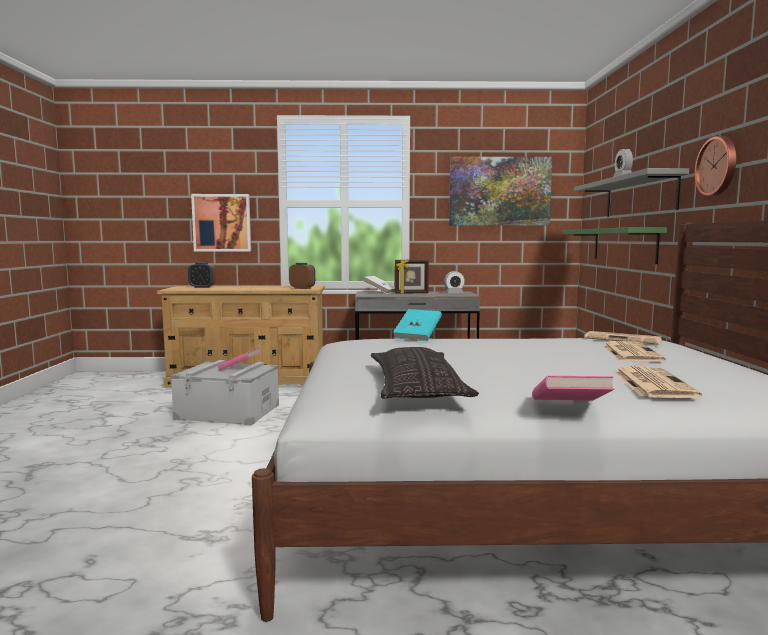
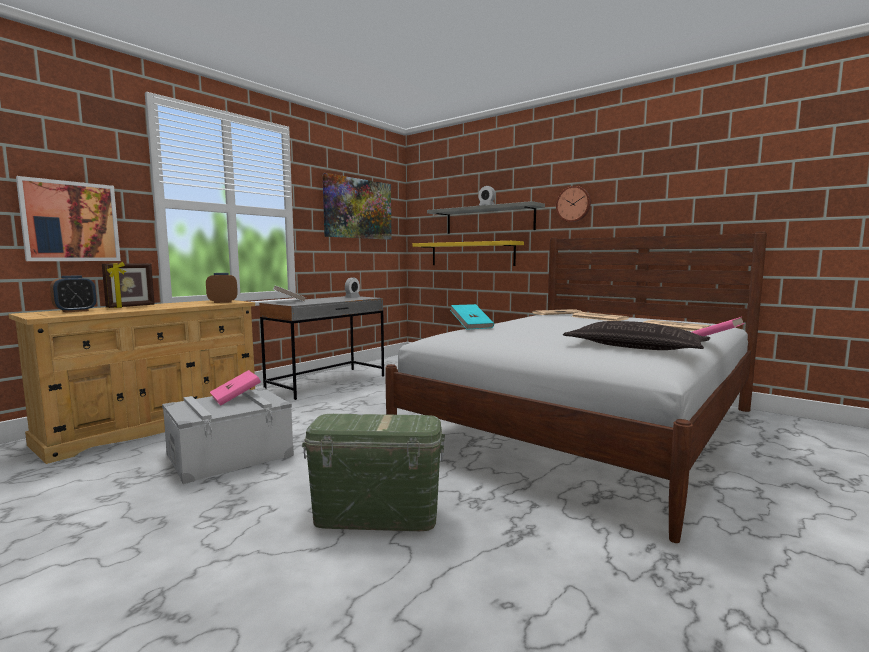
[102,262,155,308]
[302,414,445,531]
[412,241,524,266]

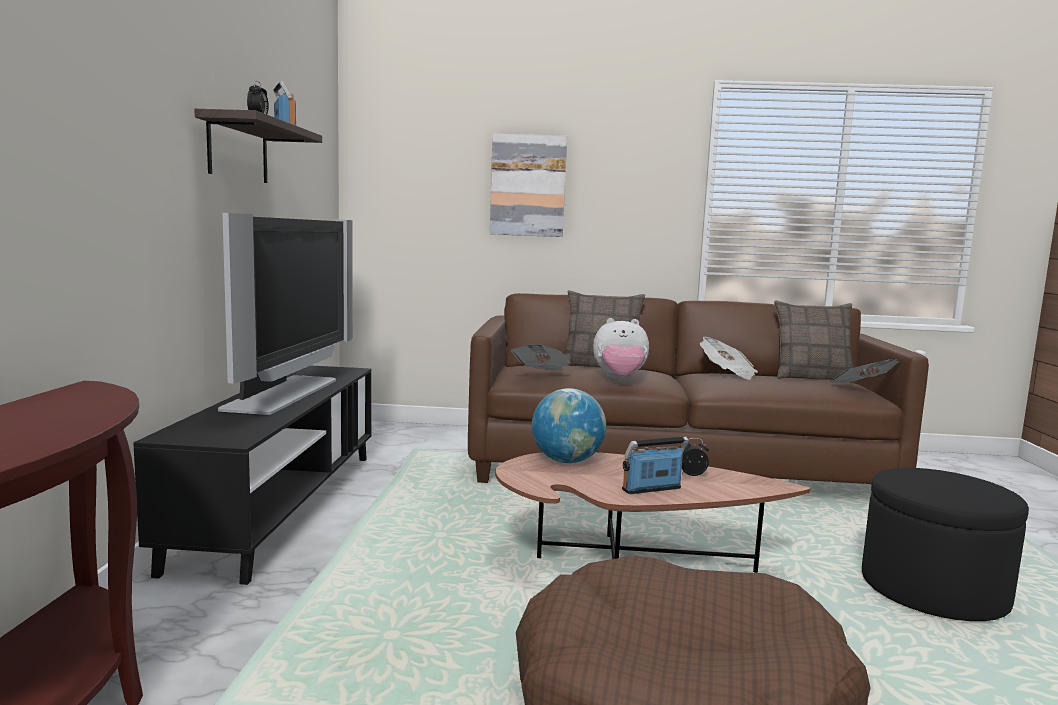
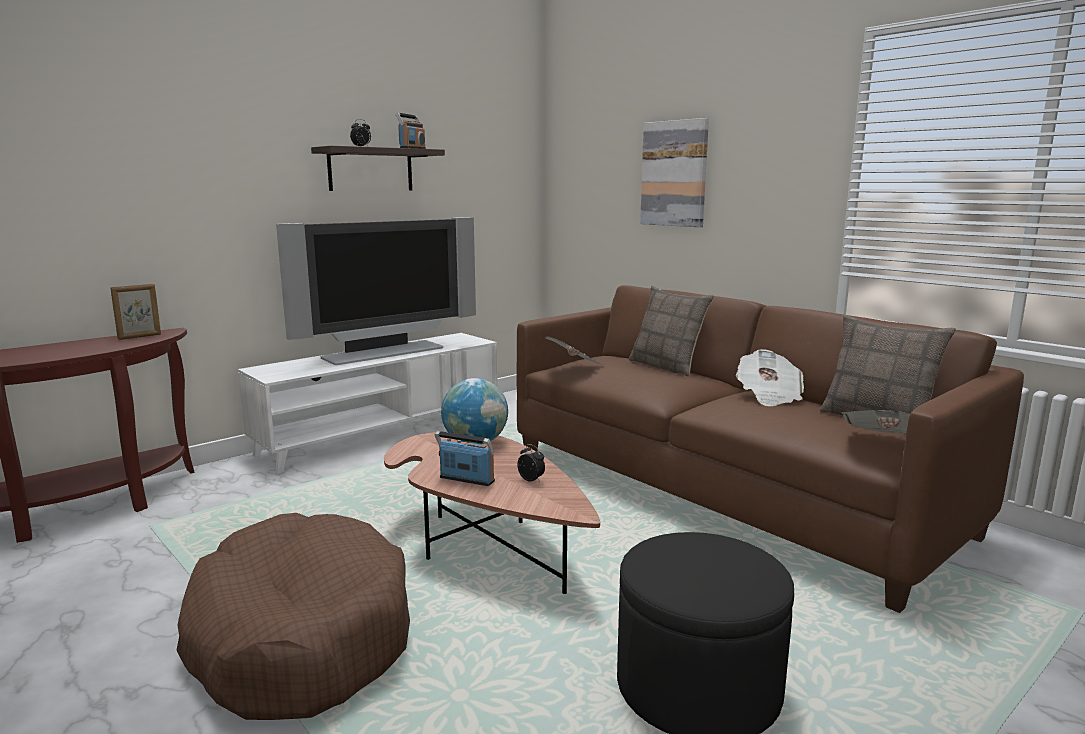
[110,284,161,340]
[238,333,498,474]
[593,318,649,378] (first image)

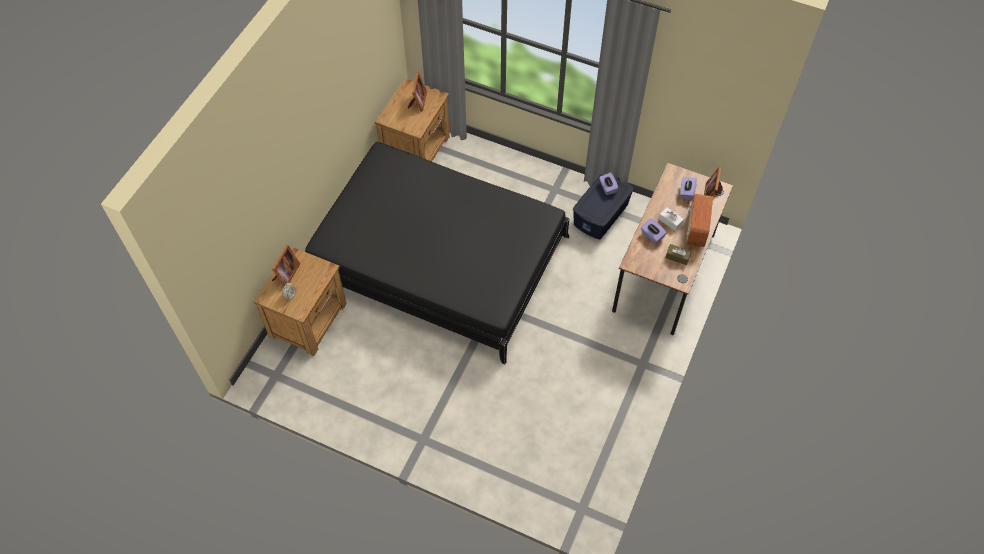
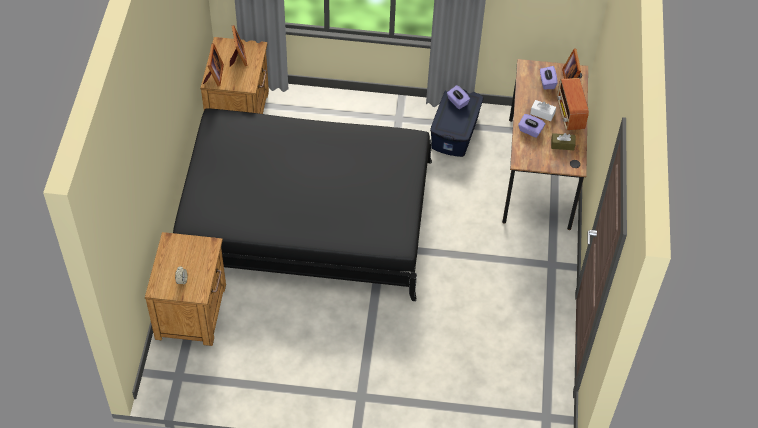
[203,44,224,86]

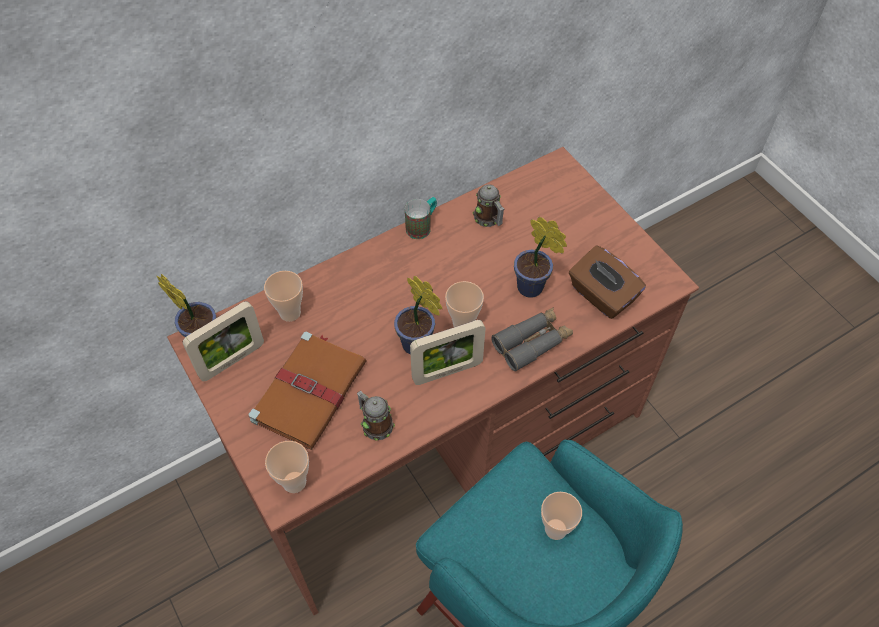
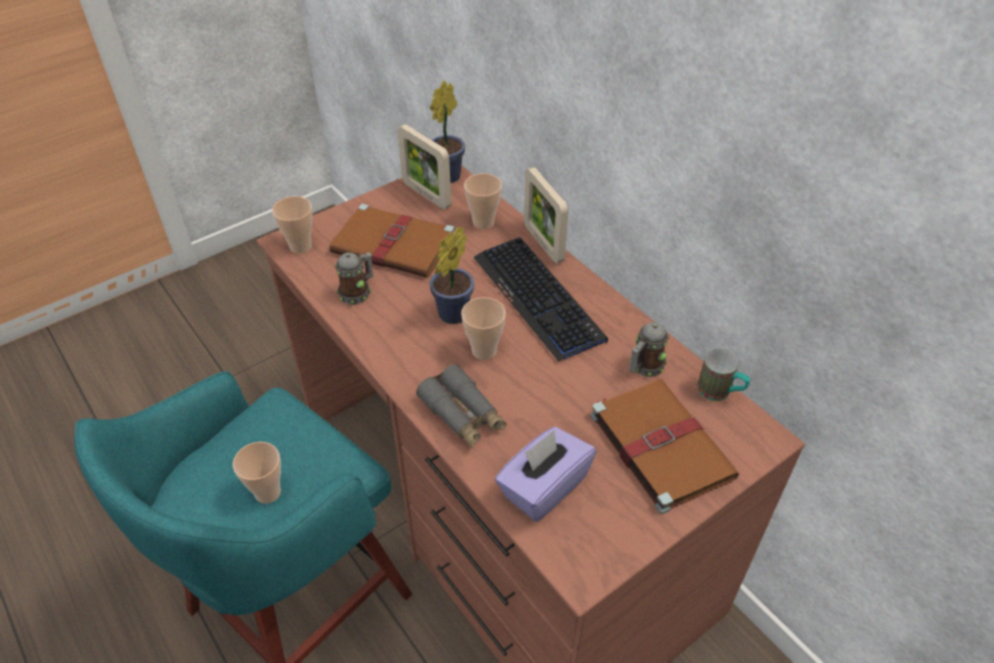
[473,237,608,362]
[495,427,596,522]
[524,167,568,263]
[590,379,739,514]
[697,349,750,401]
[514,216,567,298] (first image)

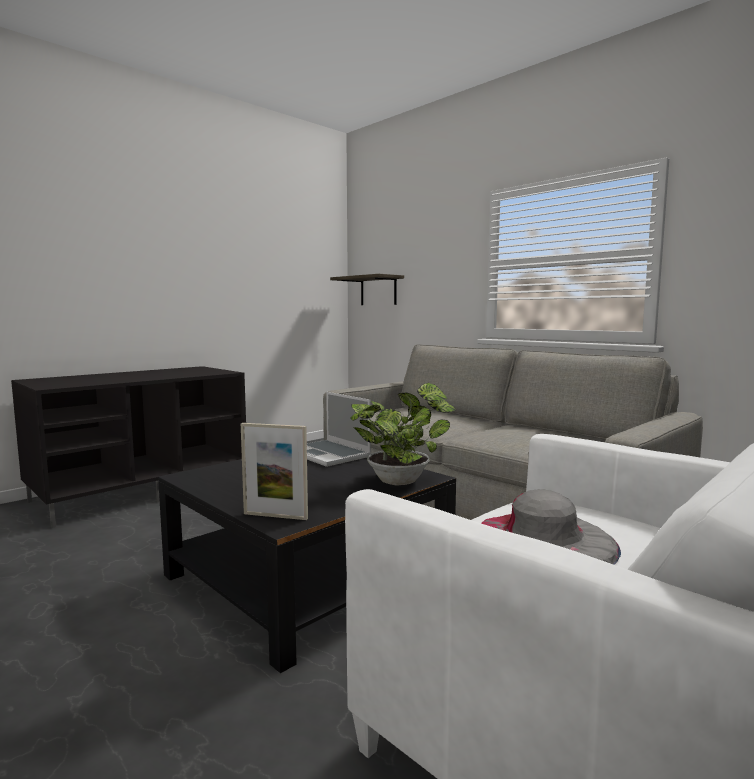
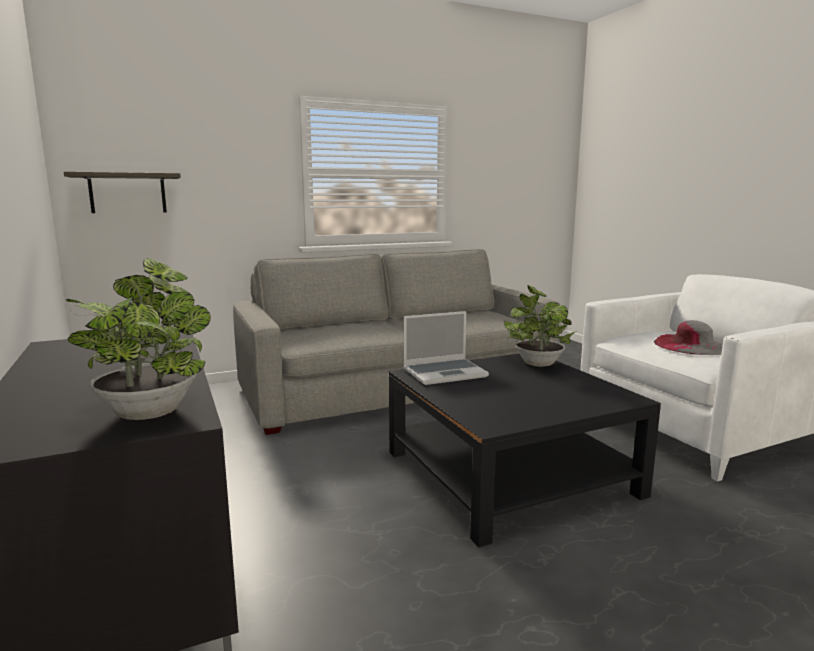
[66,258,211,420]
[241,423,308,520] (first image)

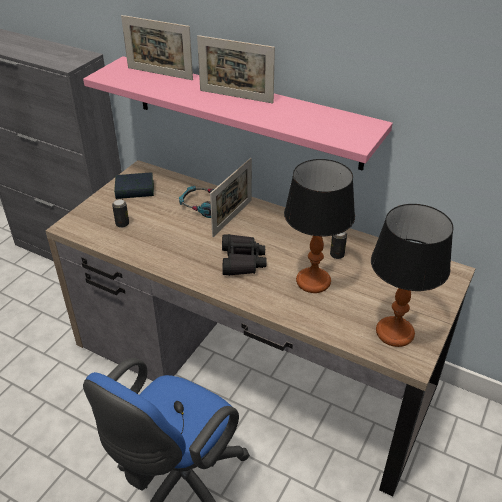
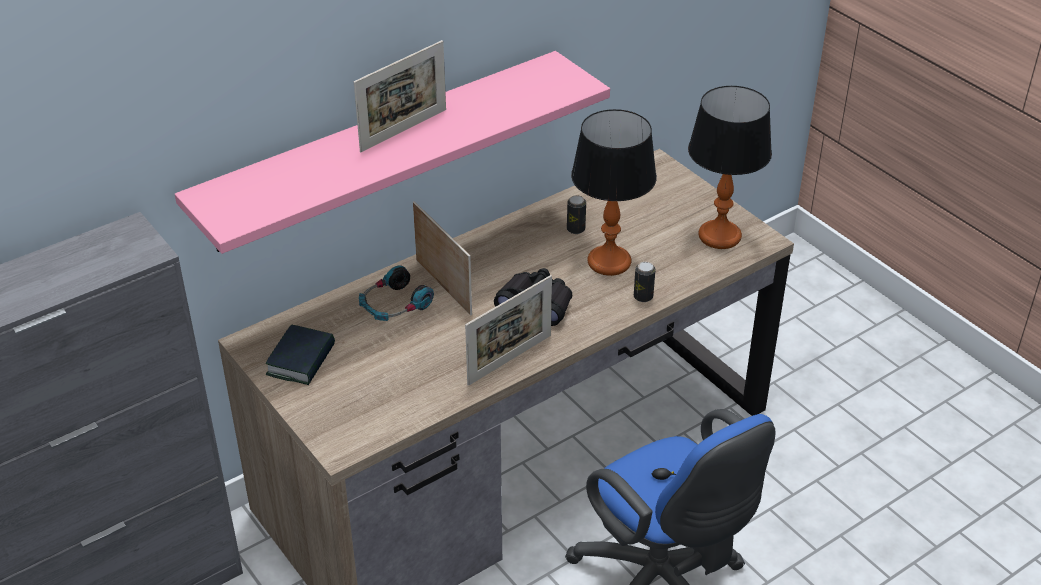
[465,275,552,386]
[634,262,655,302]

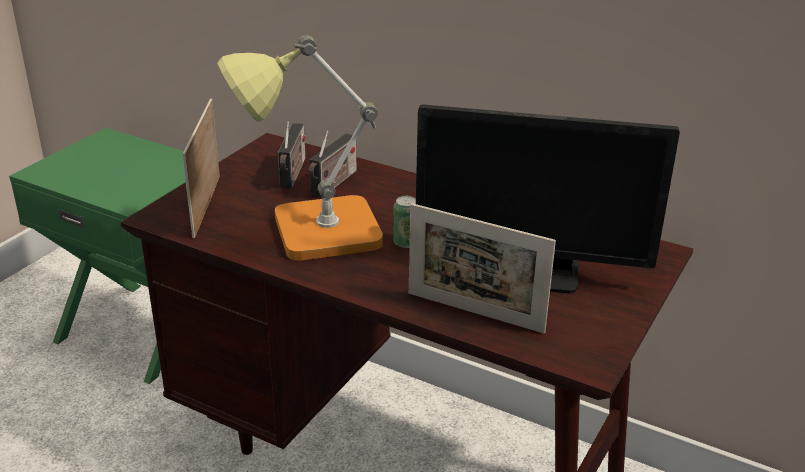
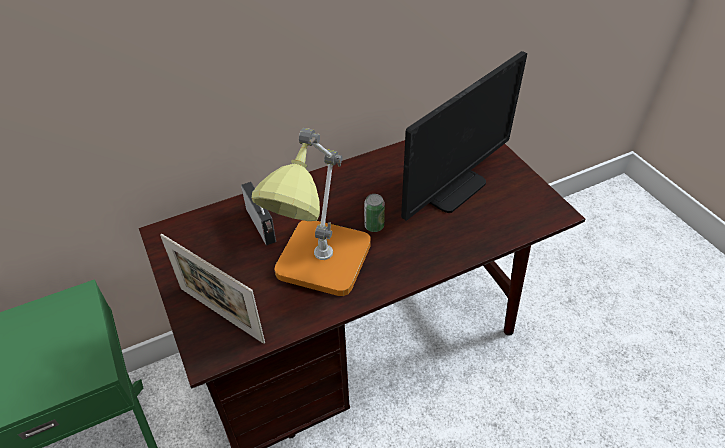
[278,121,305,189] (first image)
[409,203,556,333] (first image)

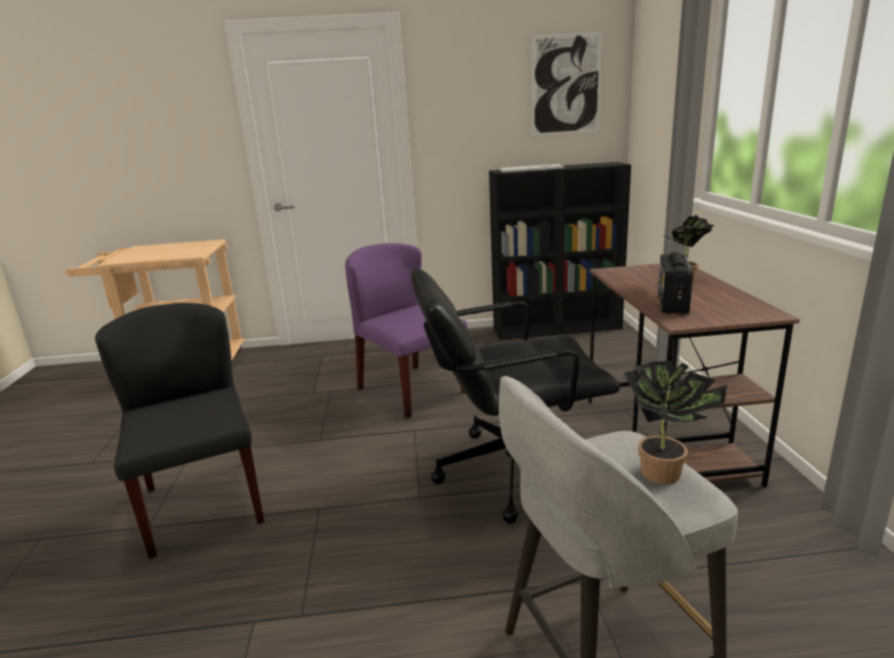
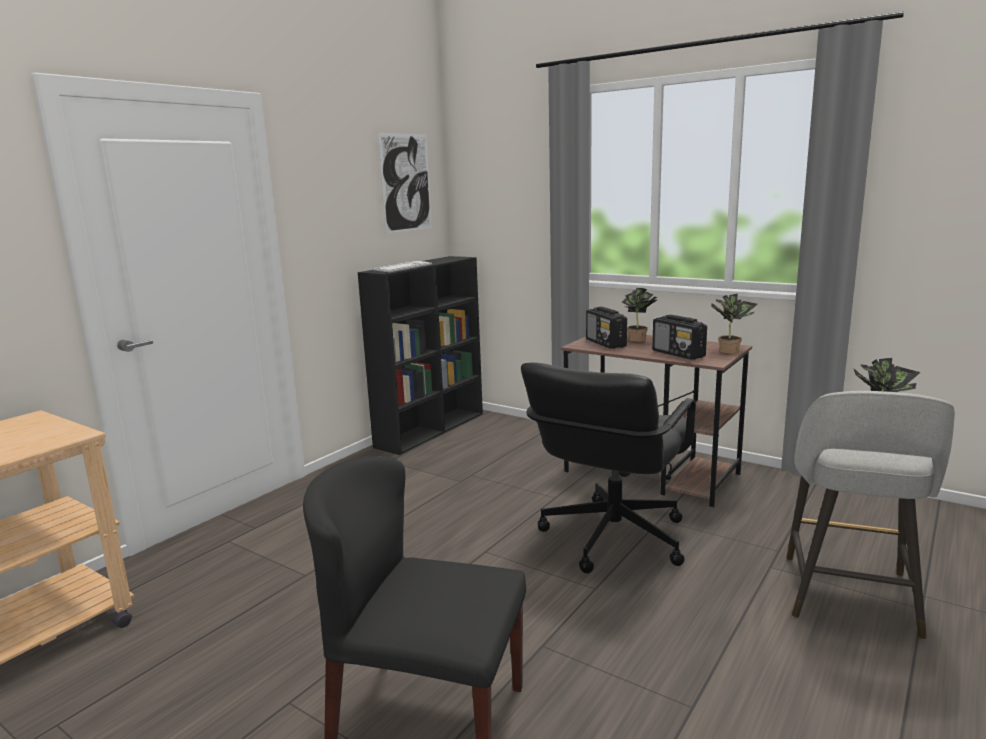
[586,307,627,349]
[711,294,758,354]
[345,243,468,418] (first image)

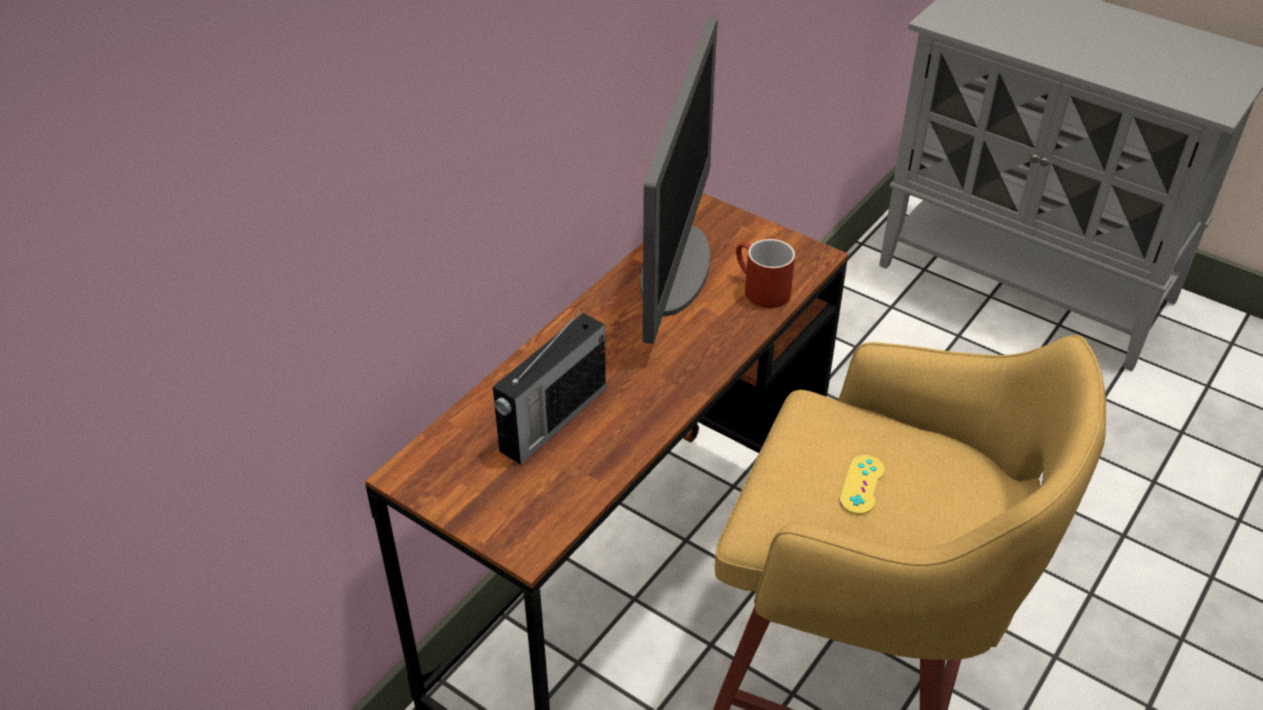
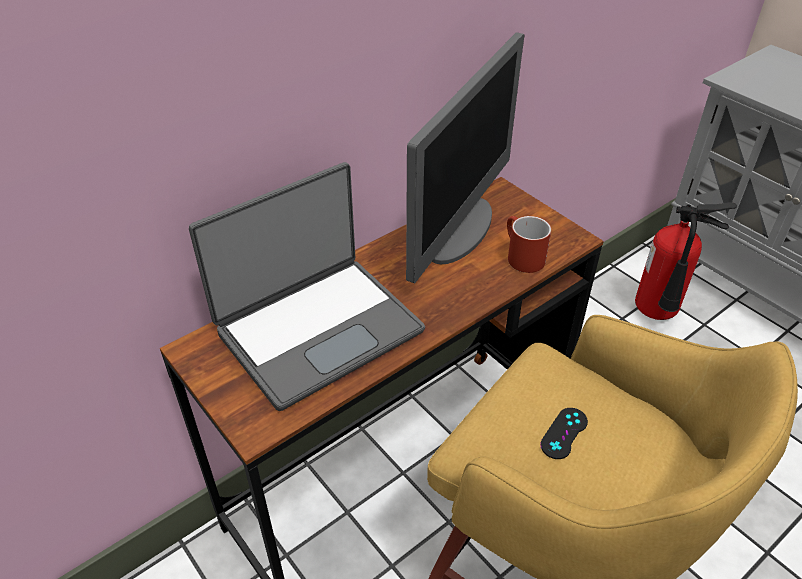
[189,162,425,411]
[540,408,588,459]
[635,202,737,320]

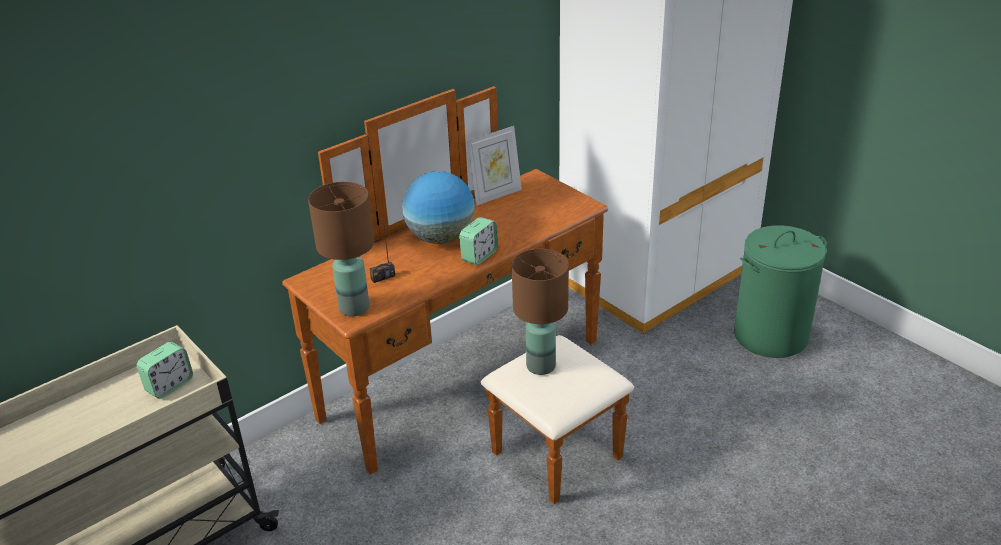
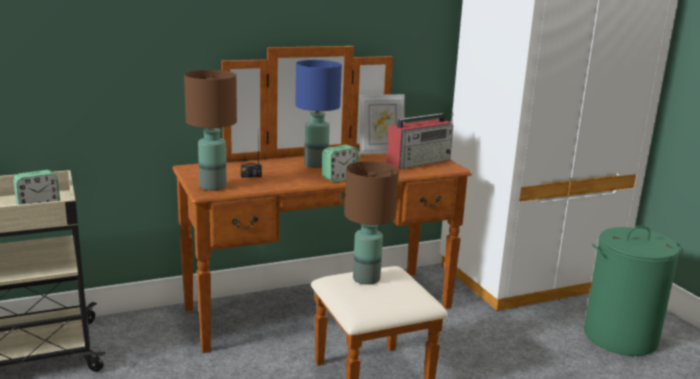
[295,60,342,168]
[386,113,453,169]

